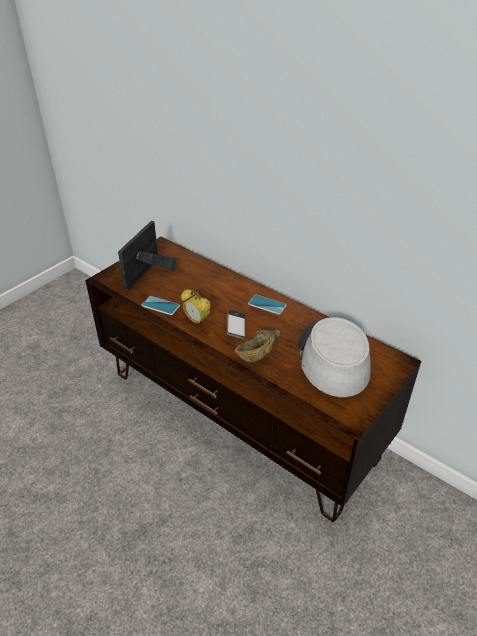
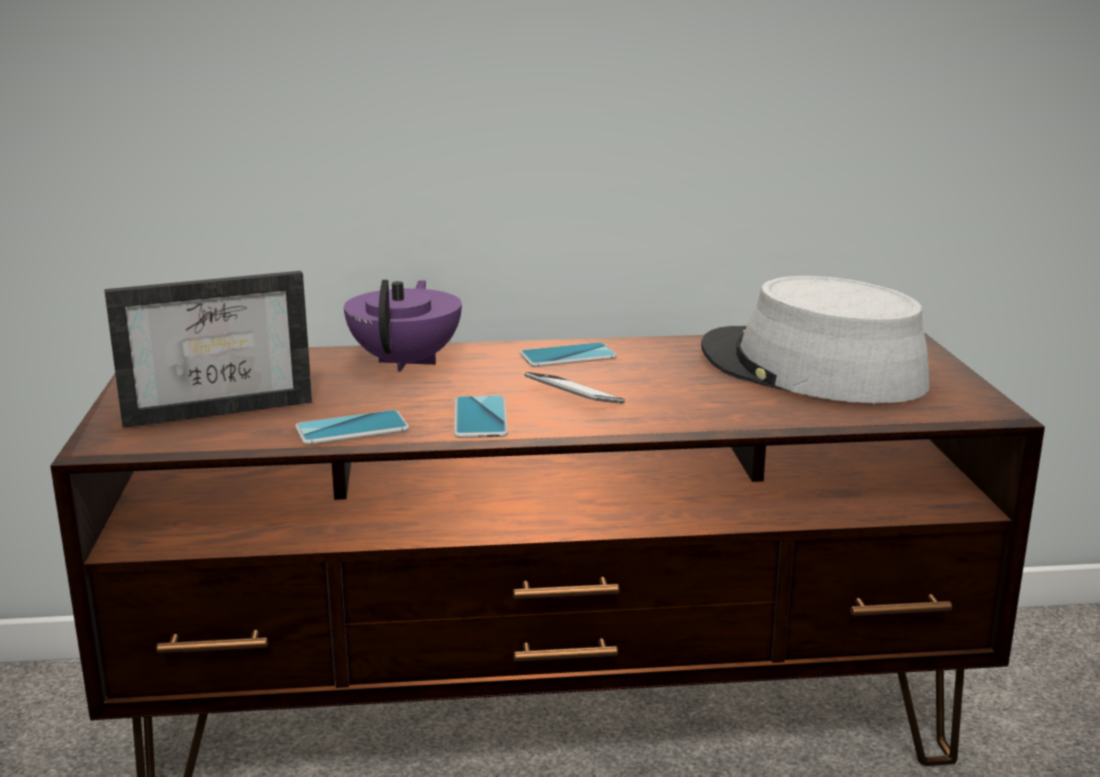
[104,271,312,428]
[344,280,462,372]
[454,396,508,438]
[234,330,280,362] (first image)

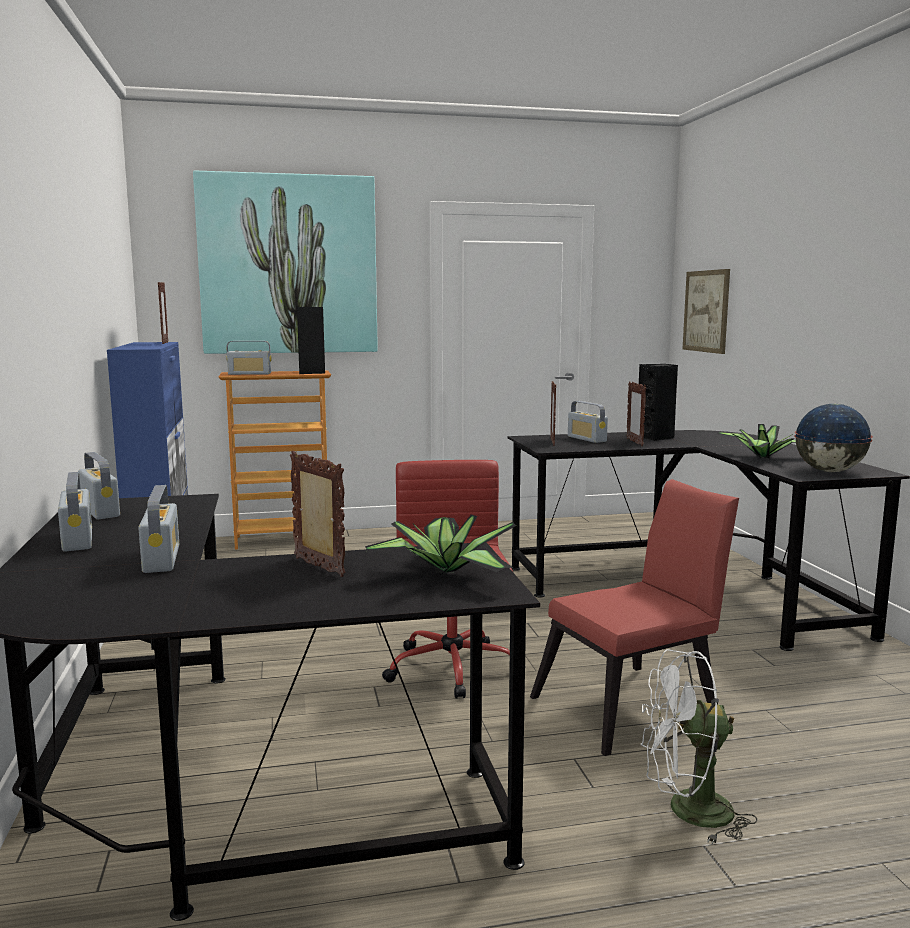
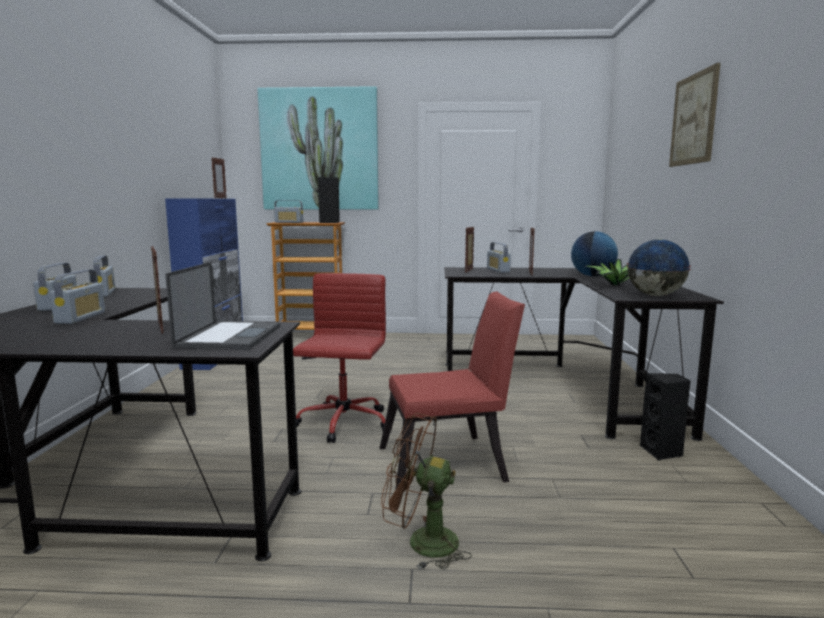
[165,262,280,350]
[381,413,472,569]
[571,231,618,276]
[640,373,691,460]
[669,63,721,167]

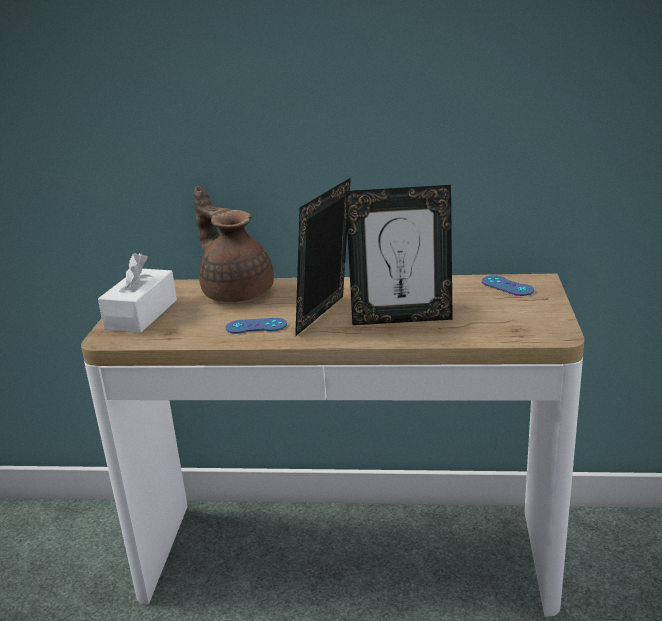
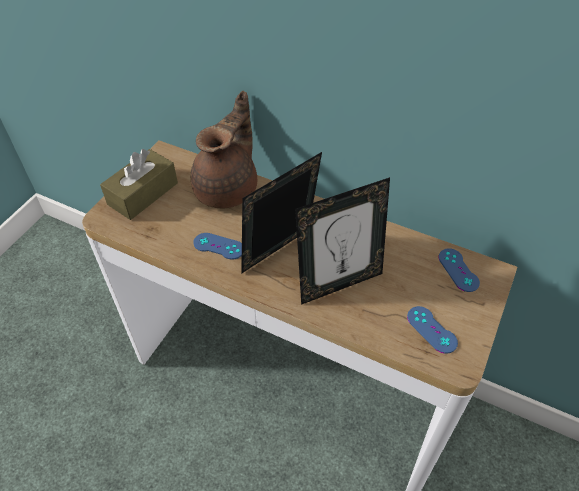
[100,149,178,220]
[191,91,257,208]
[295,177,390,305]
[407,306,458,354]

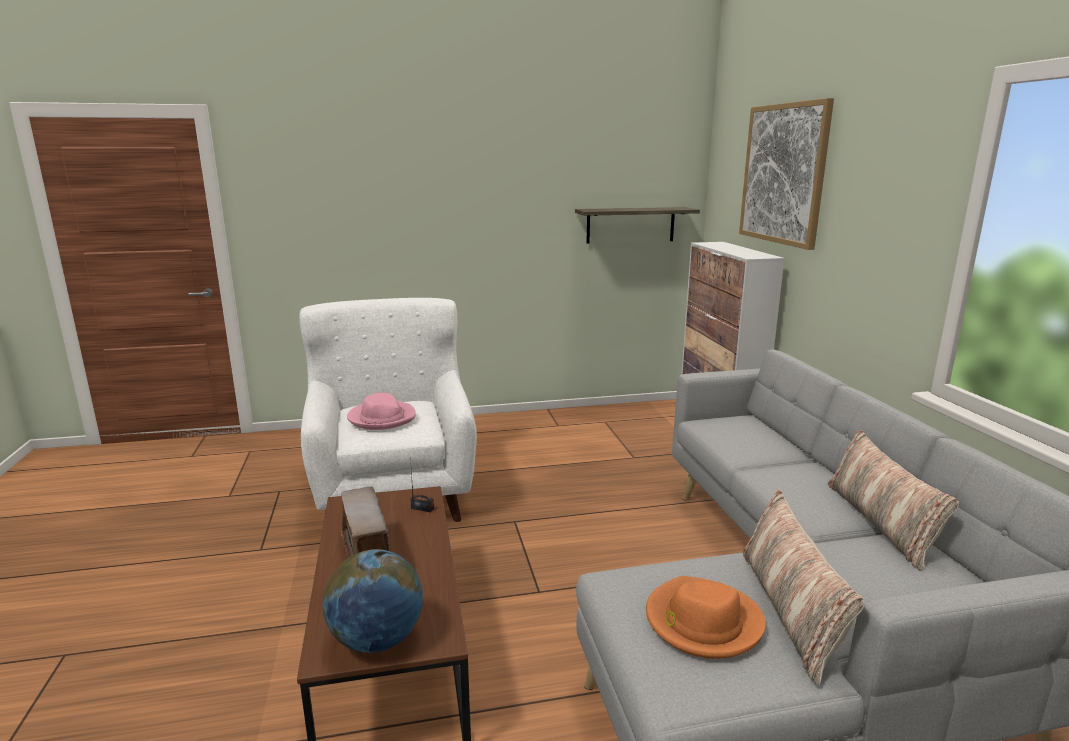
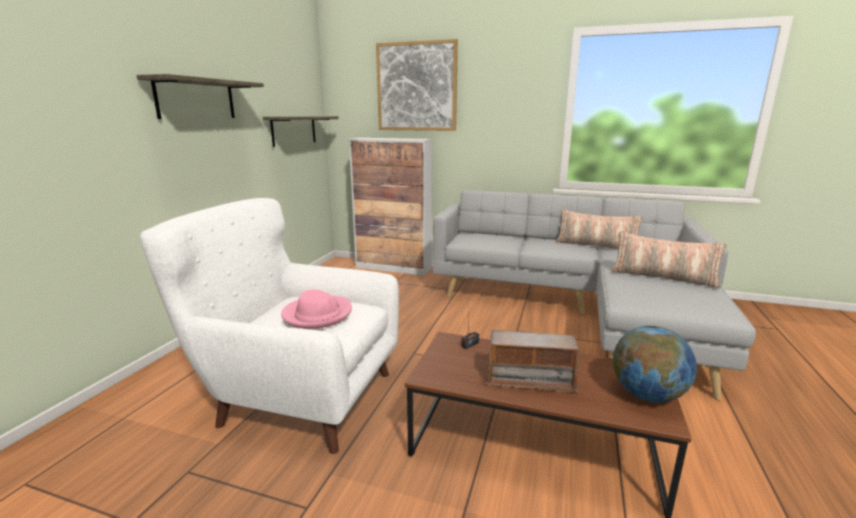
[136,74,264,119]
[646,576,766,659] (first image)

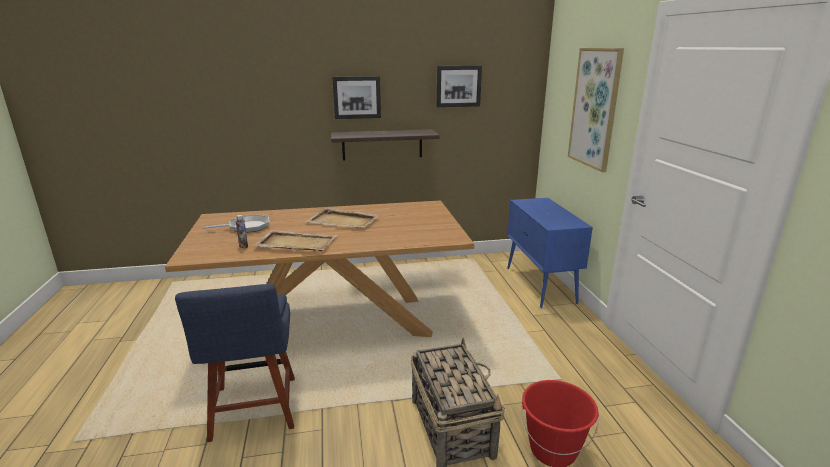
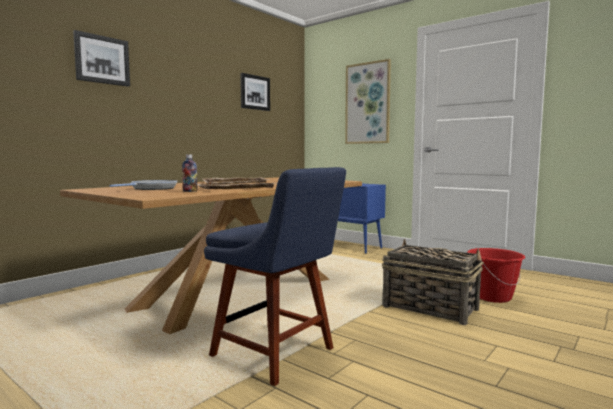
[73,30,130,87]
[331,129,440,160] (first image)

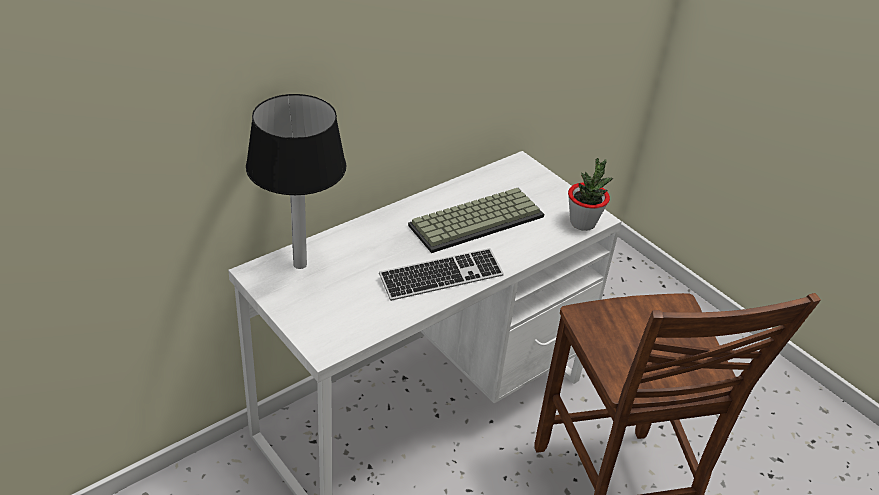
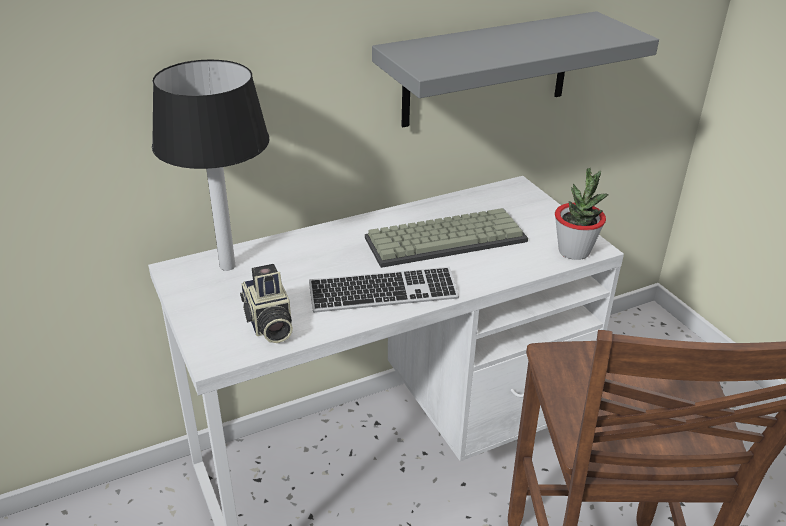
[240,264,293,343]
[372,11,659,127]

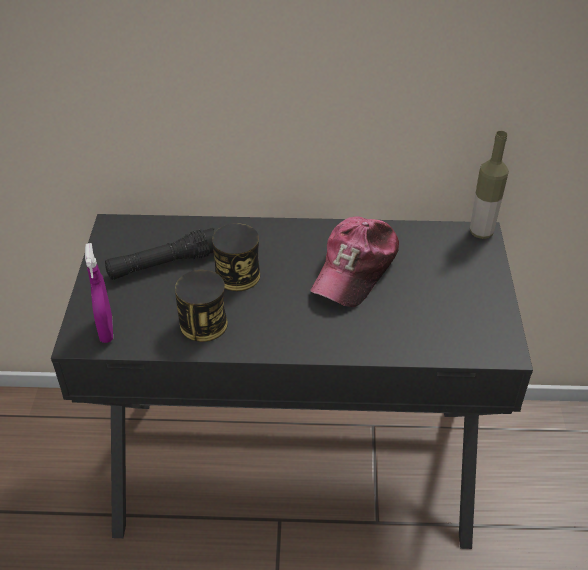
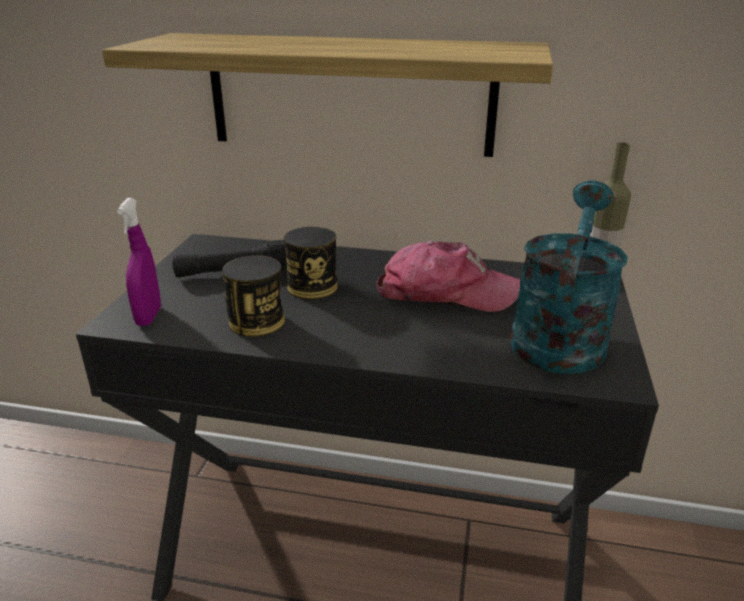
[102,33,553,157]
[376,241,520,312]
[510,180,628,374]

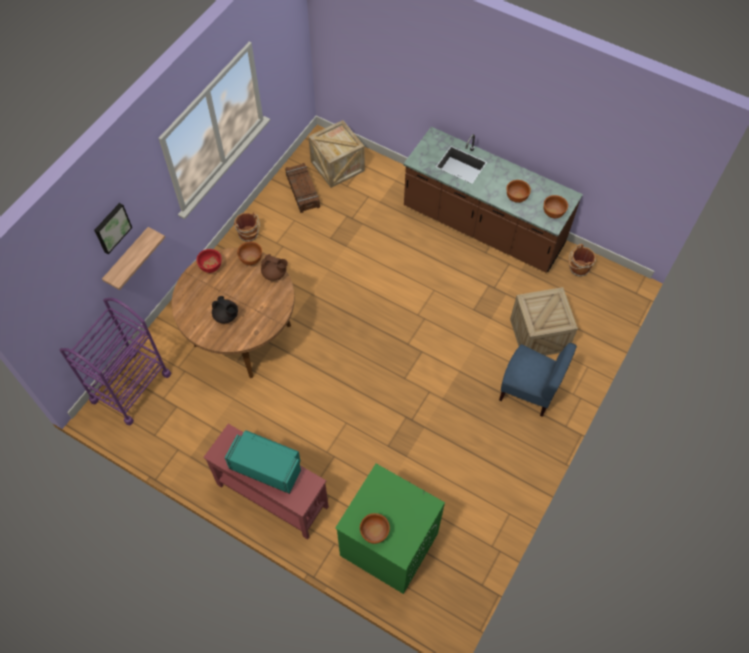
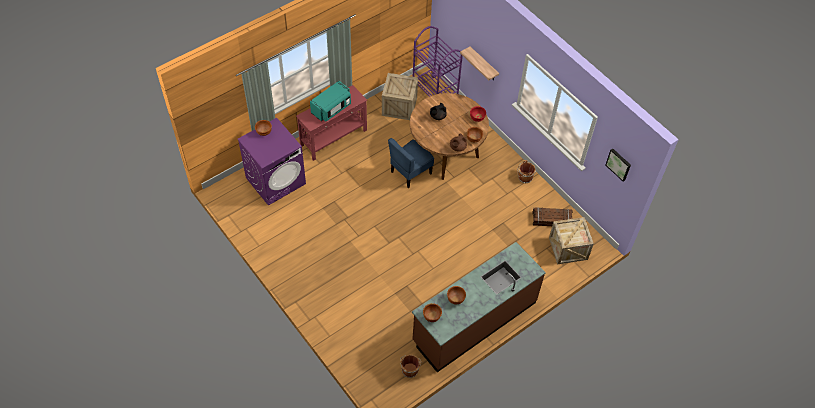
[238,118,306,206]
[382,73,418,120]
[388,138,434,188]
[605,149,631,181]

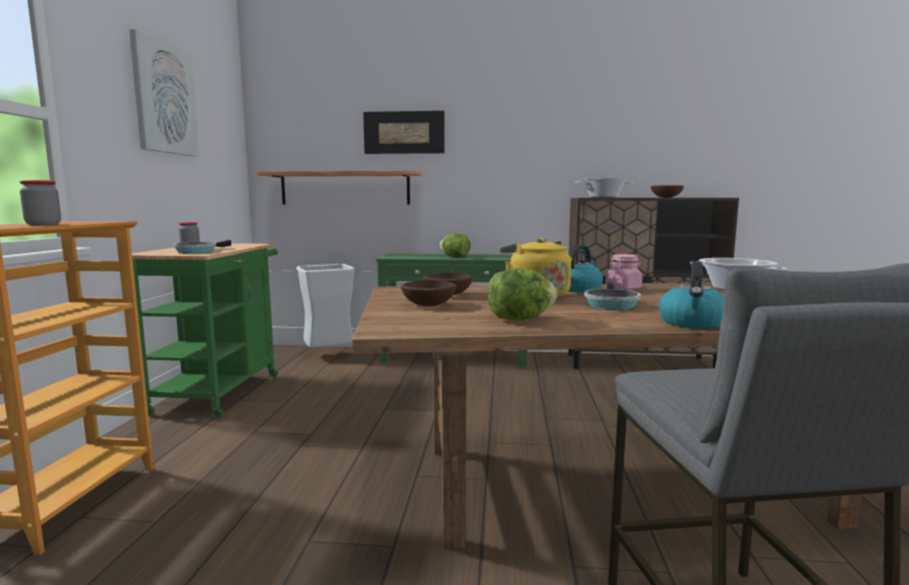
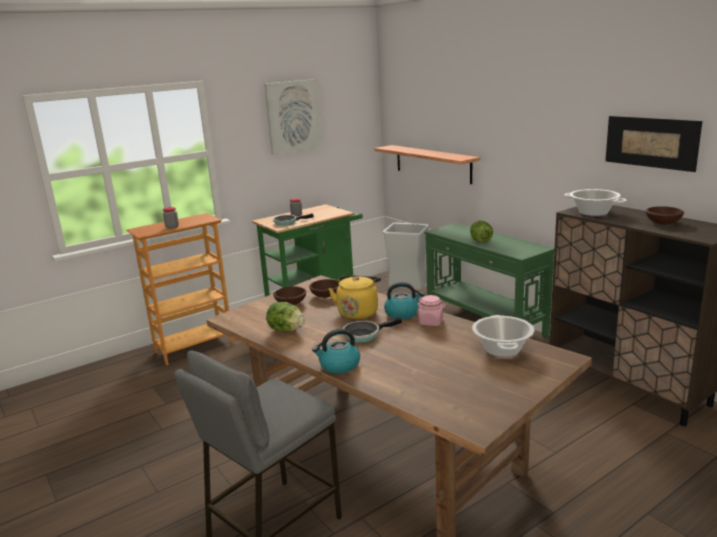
[605,116,702,172]

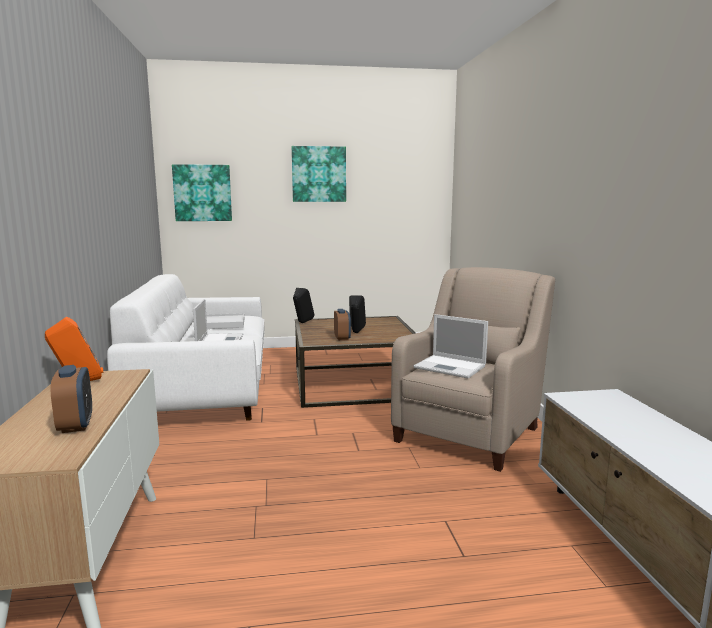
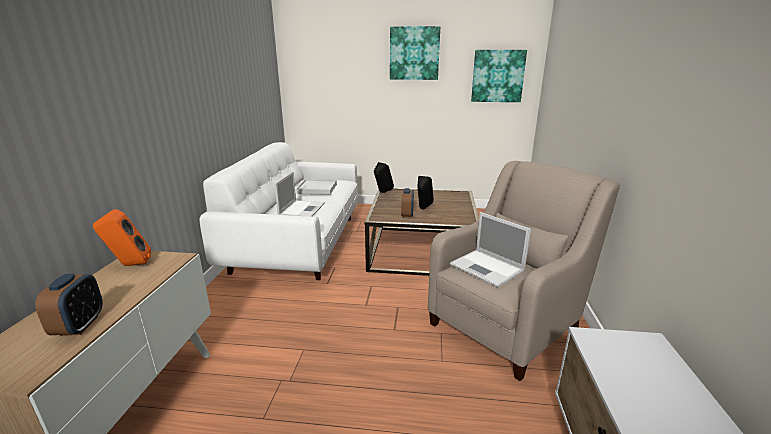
[471,50,527,102]

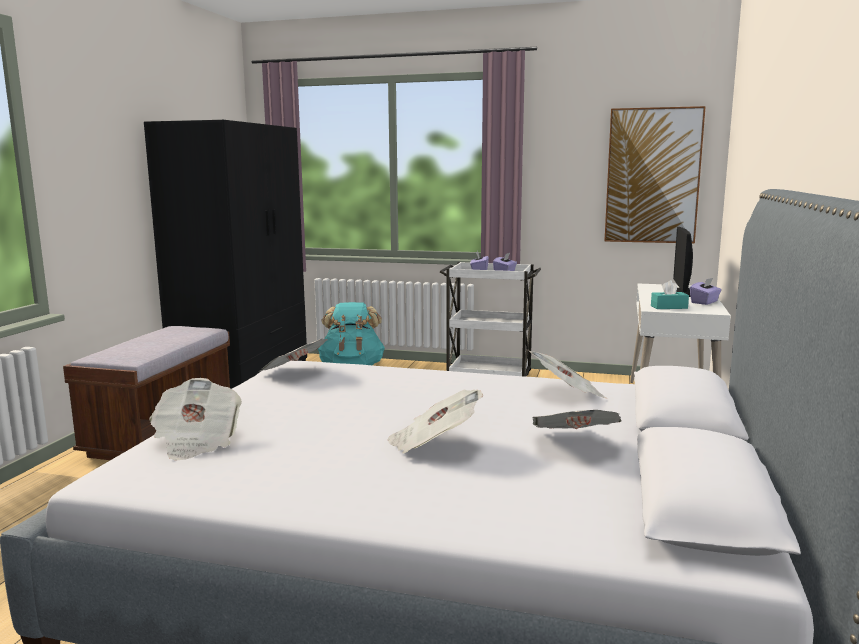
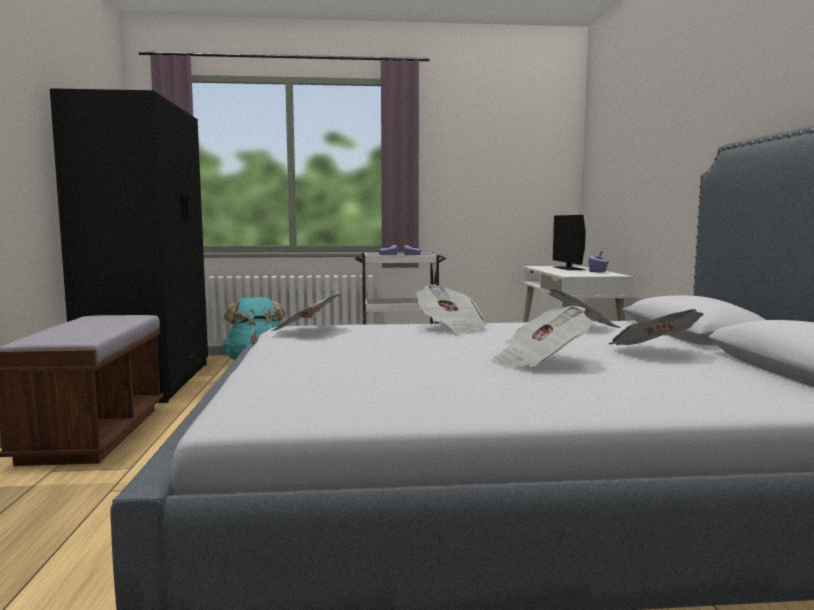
[416,285,487,334]
[604,106,706,243] (first image)
[651,280,689,309] (first image)

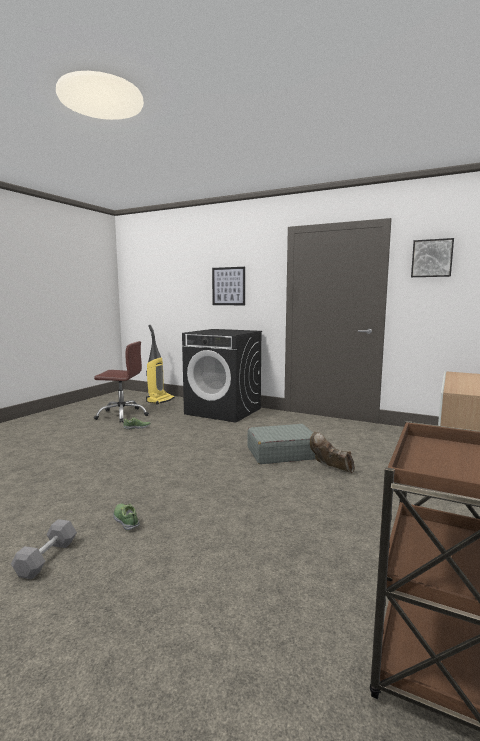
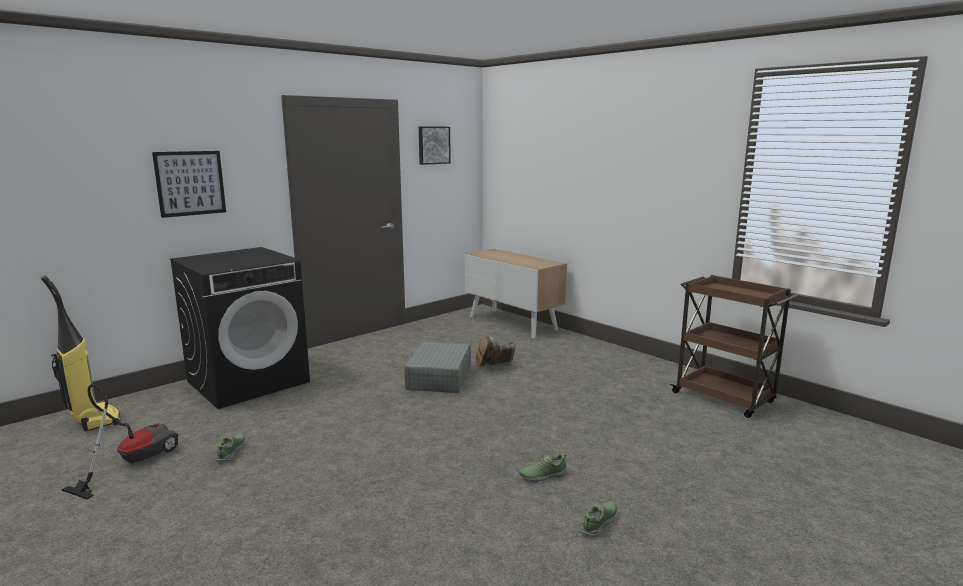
[61,384,179,500]
[580,501,617,537]

